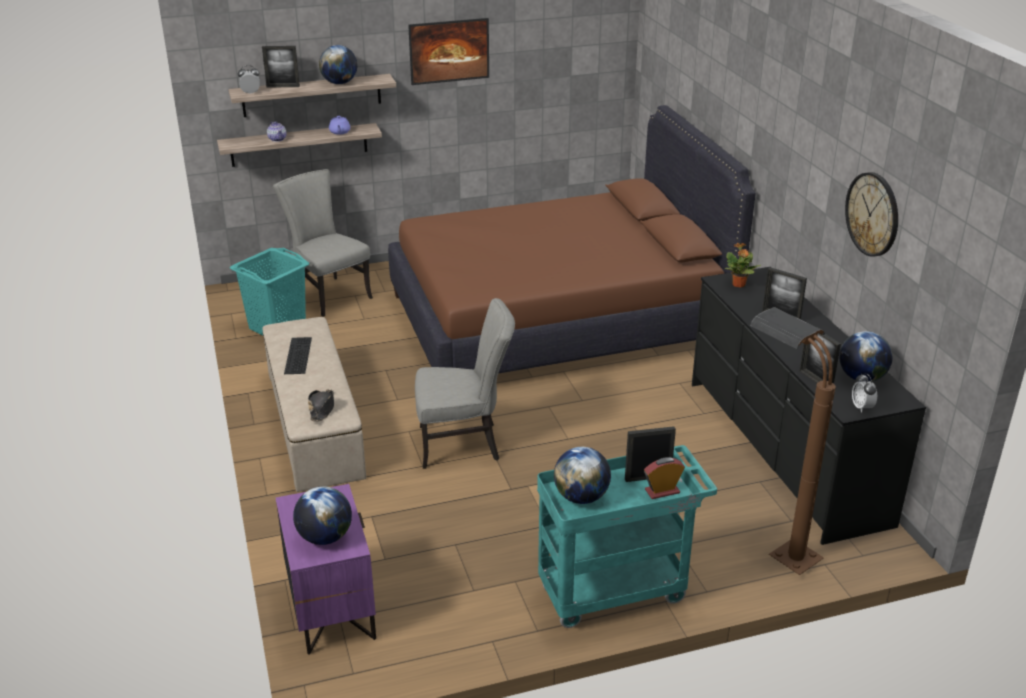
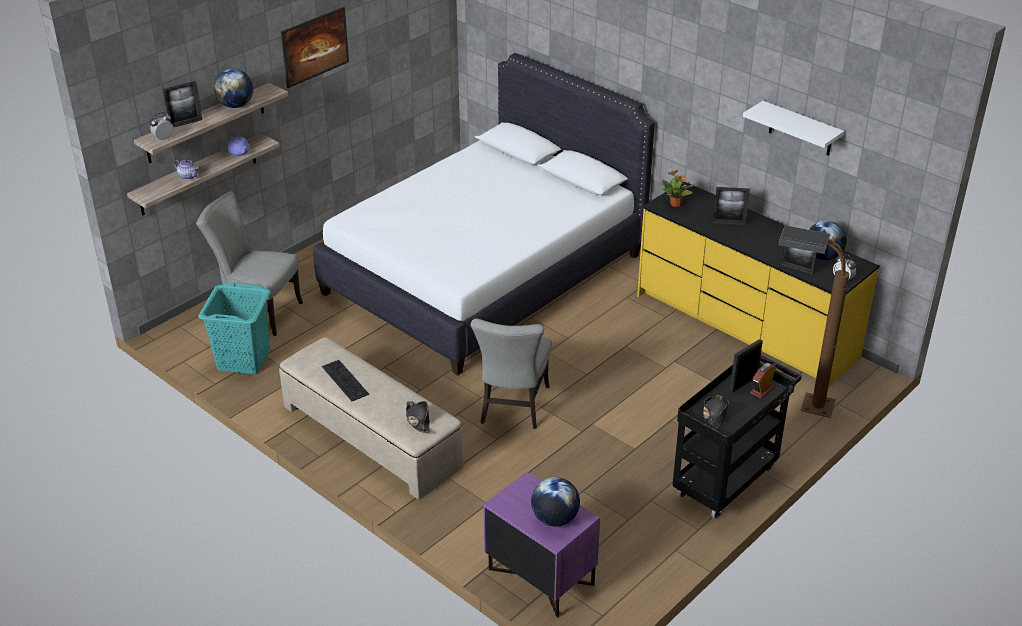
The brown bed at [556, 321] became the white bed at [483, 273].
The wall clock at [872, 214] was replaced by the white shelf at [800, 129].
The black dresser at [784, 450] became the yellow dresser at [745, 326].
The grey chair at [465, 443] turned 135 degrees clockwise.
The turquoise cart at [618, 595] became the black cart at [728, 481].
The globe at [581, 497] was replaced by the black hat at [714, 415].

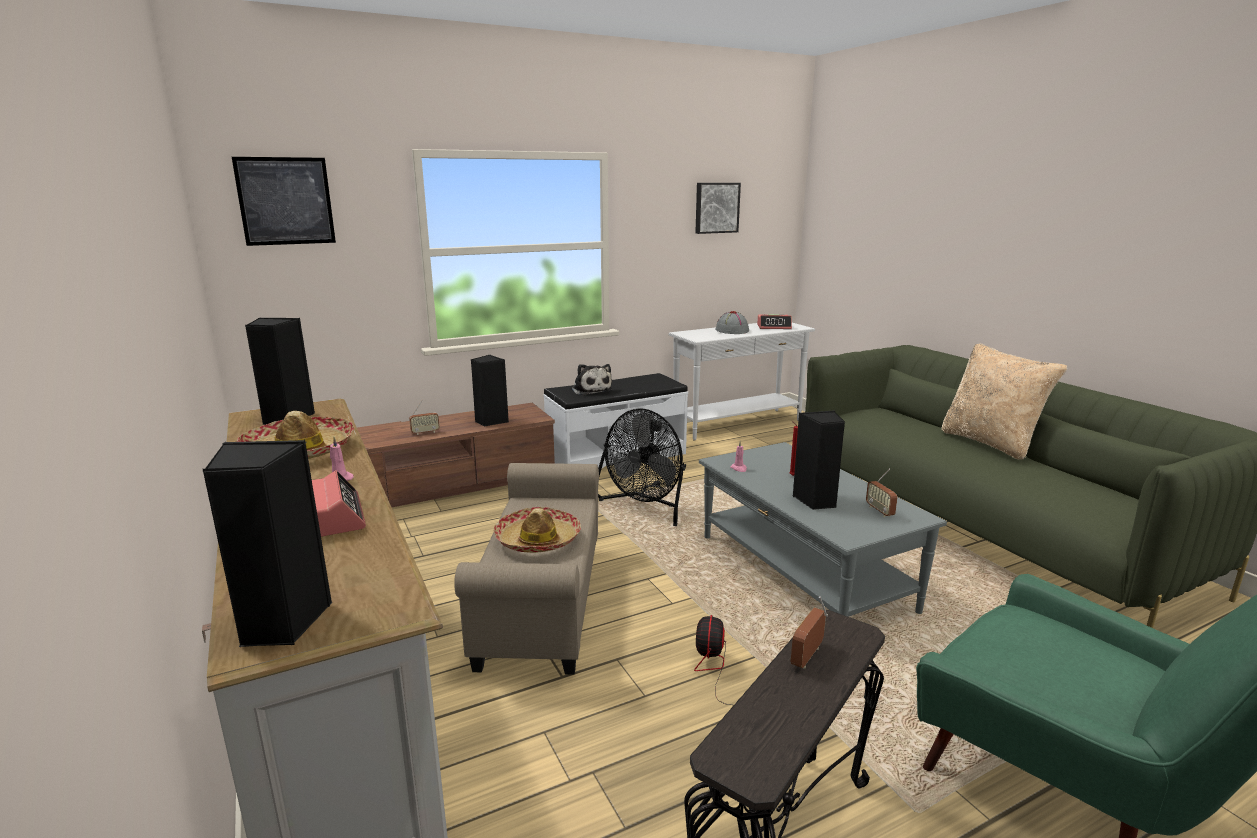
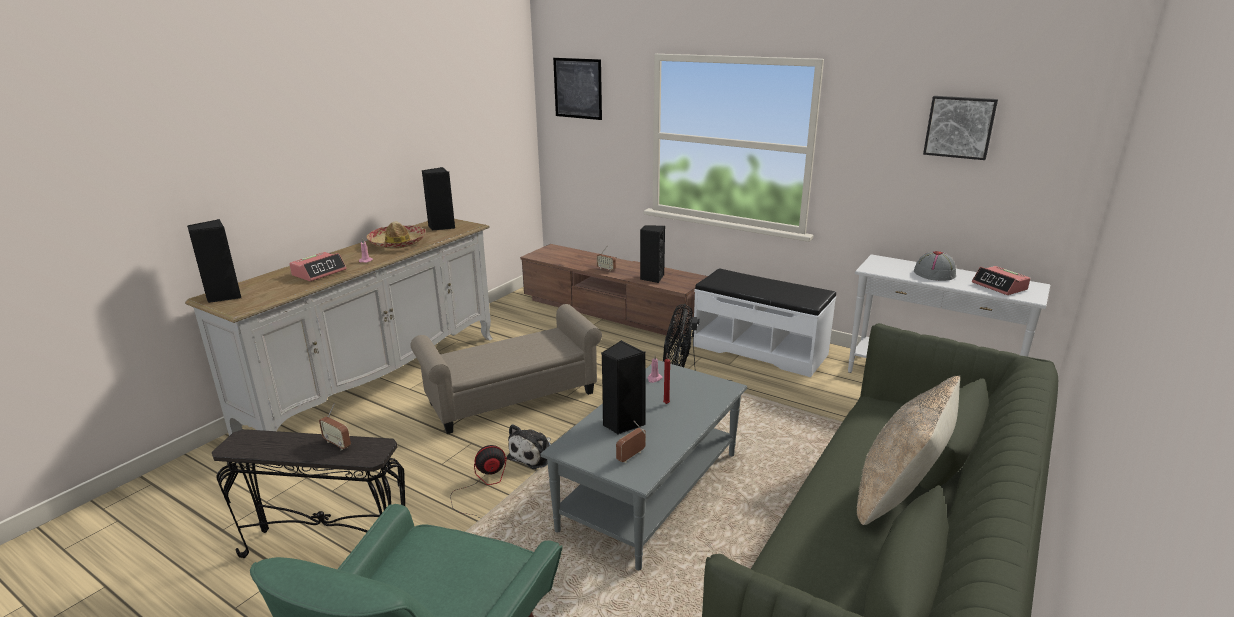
The plush toy moved from [590, 390] to [534, 455].
The hat at [538, 540] disappeared.
The radio at [807, 656] turned 150 degrees counterclockwise.

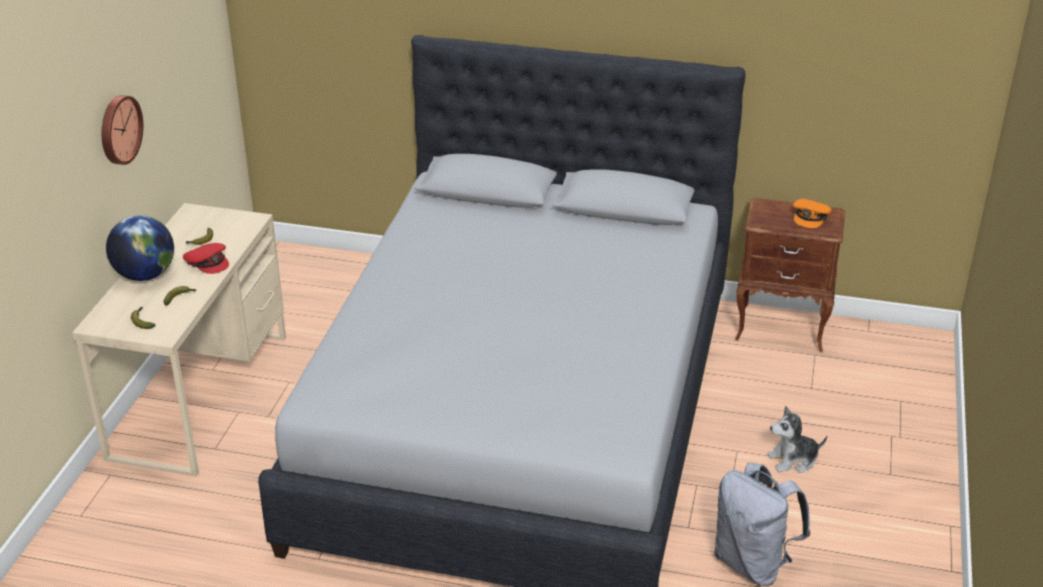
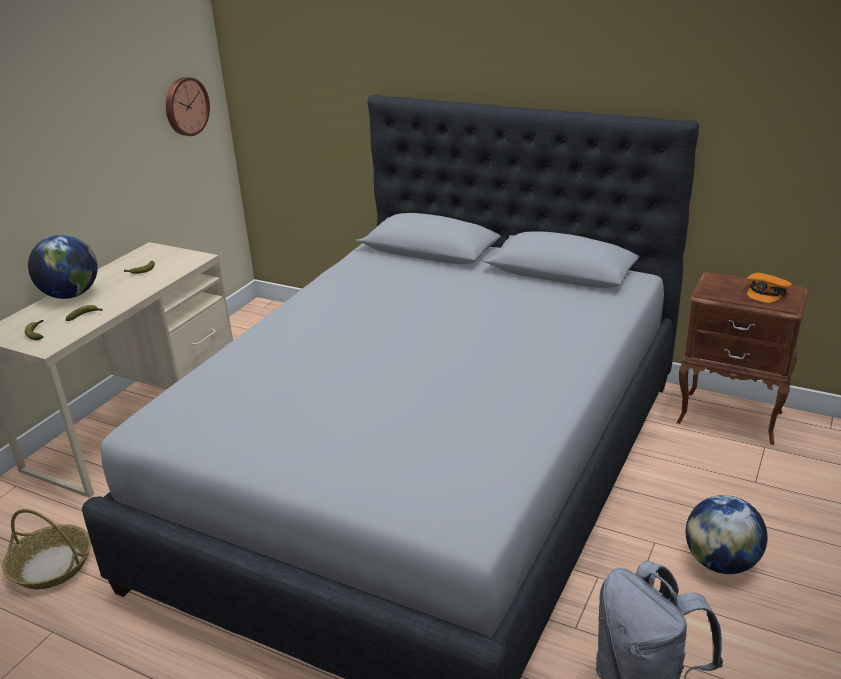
The wall clock moved from [118, 129] to [185, 106].
The red cap at [208, 262] disappeared.
The plush toy at [793, 460] was replaced by the globe at [720, 562].
The basket at [51, 566] appeared.

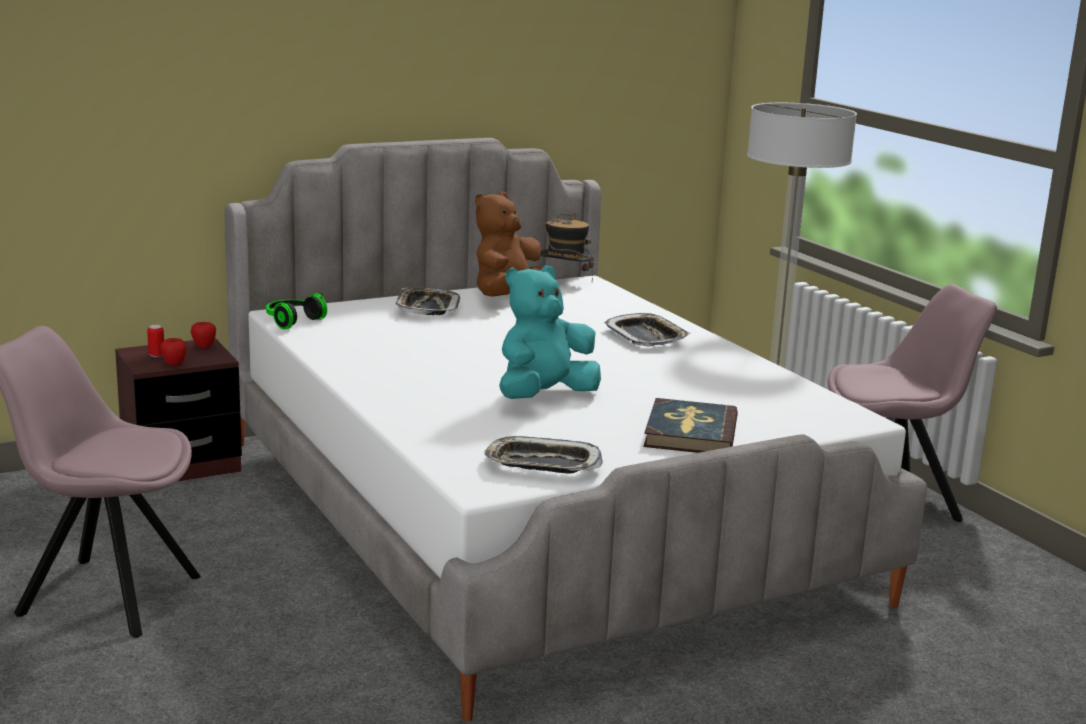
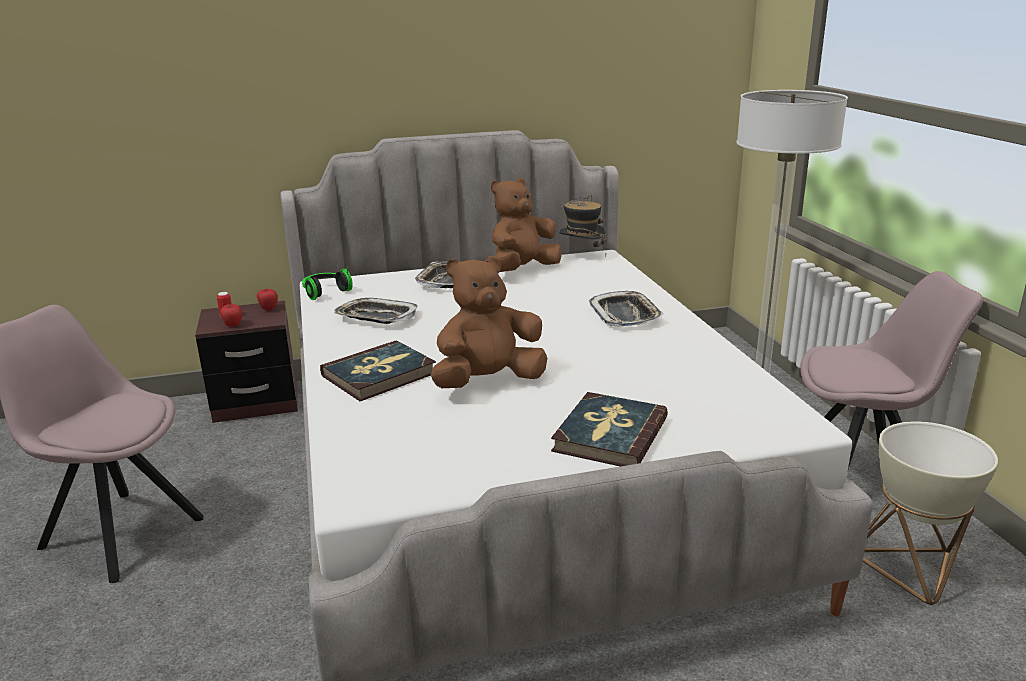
The turquoise plush toy at [544, 396] became the brown plush toy at [488, 381].
The tray moved from [542, 464] to [376, 317].
The book at [379, 375] appeared.
The planter at [909, 571] appeared.

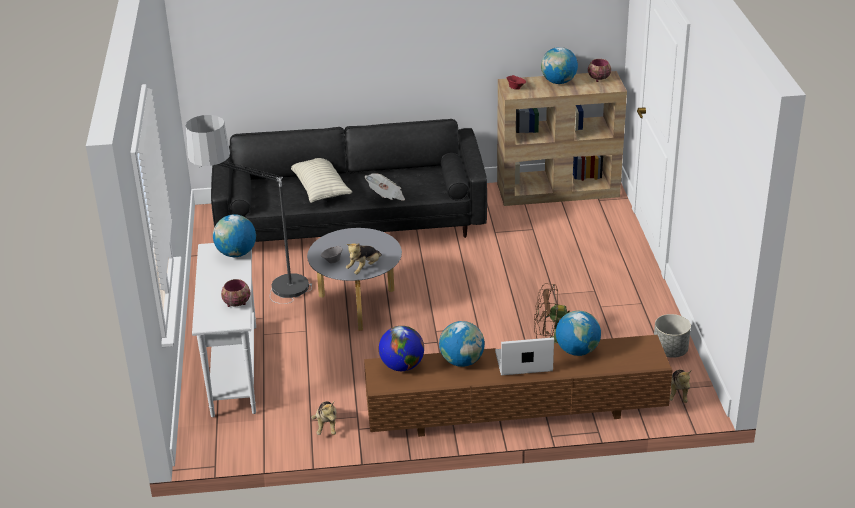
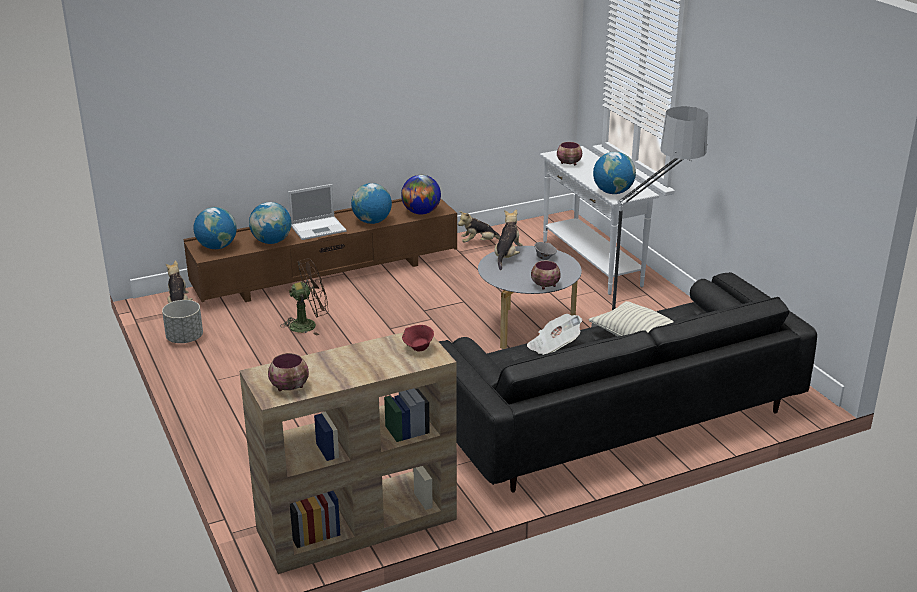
The globe moved from [558, 82] to [217, 247].
The plush toy at [326, 426] turned 75 degrees counterclockwise.
The bowl at [545, 286] appeared.

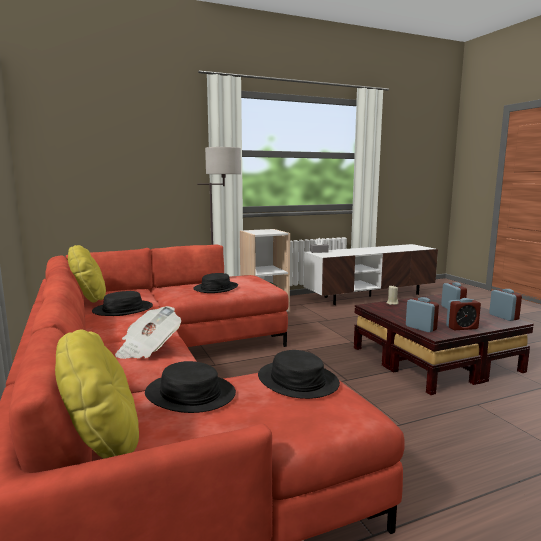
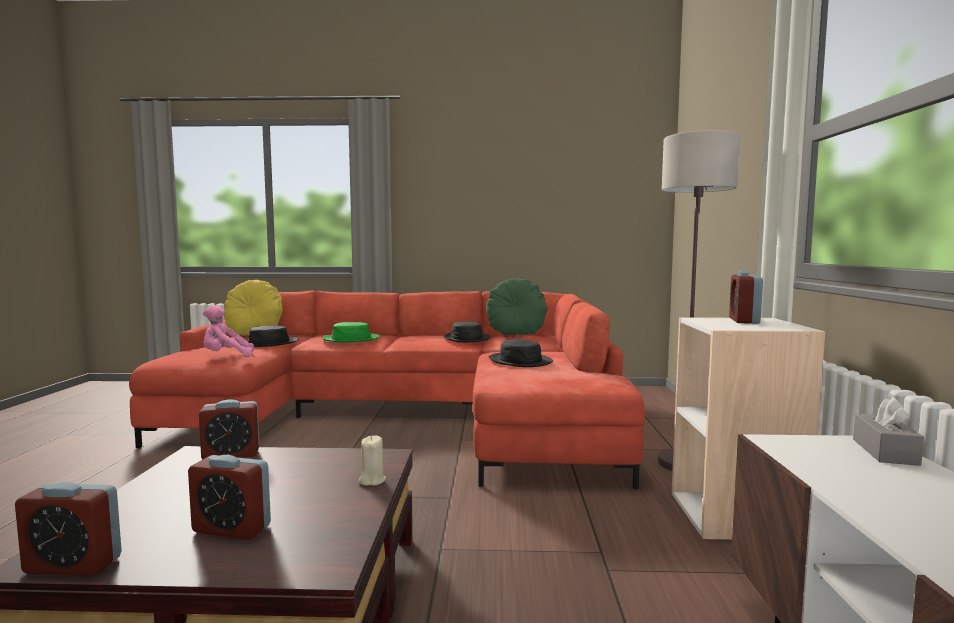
The yellow pillow at [89, 300] became the green pillow at [516, 334].
The alarm clock moved from [462, 328] to [744, 320].
The newspaper at [148, 349] was replaced by the green hat at [351, 339].
The black hat at [297, 381] was replaced by the pink plush toy at [226, 356].

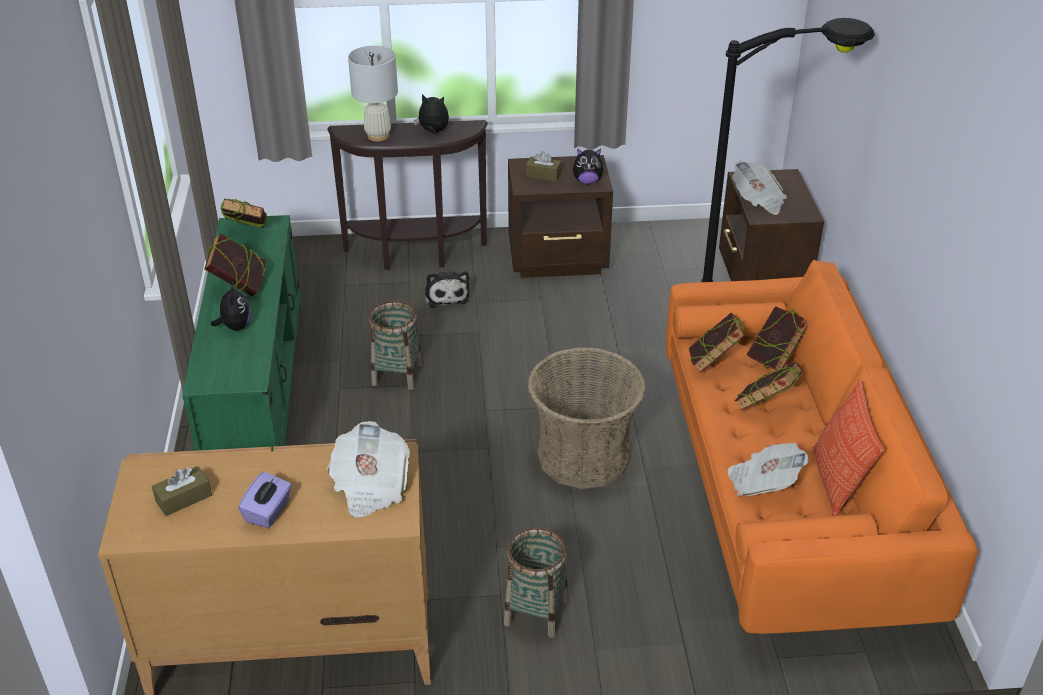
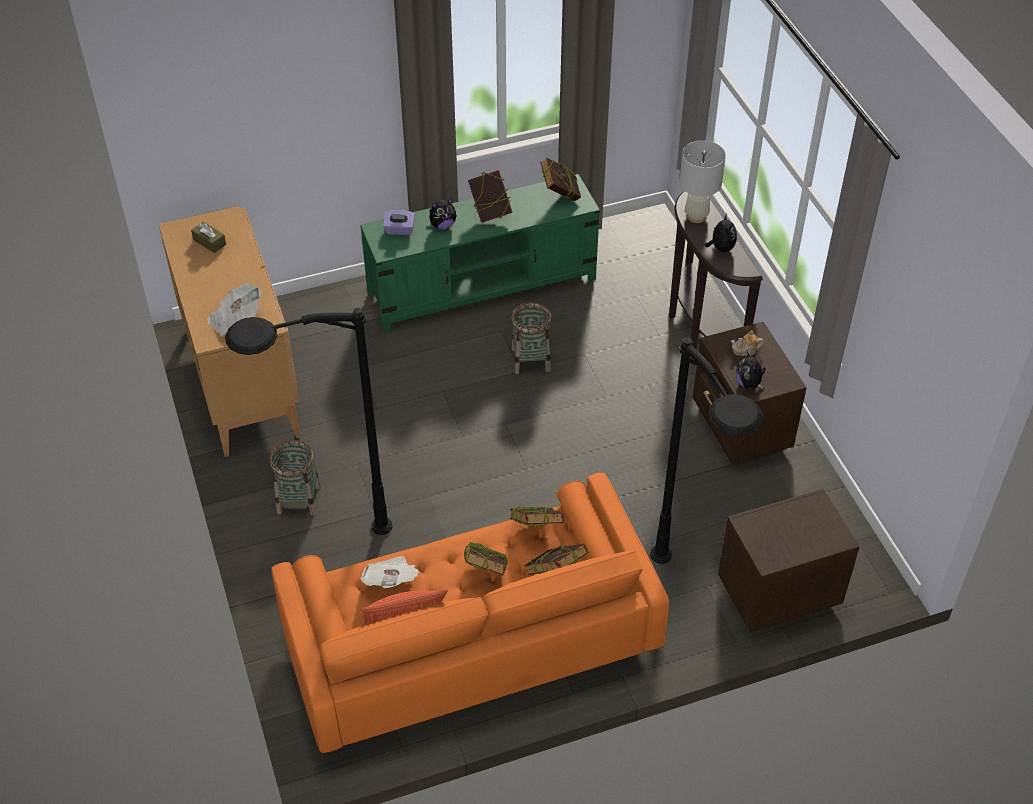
The brown tissue box at [543, 175] was replaced by the teapot at [745, 351].
The newspaper at [758, 201] disappeared.
The plush toy at [446, 295] disappeared.
The basket at [583, 456] disappeared.
The purple tissue box moved from [268, 512] to [399, 230].
The black floor lamp at [318, 547] appeared.

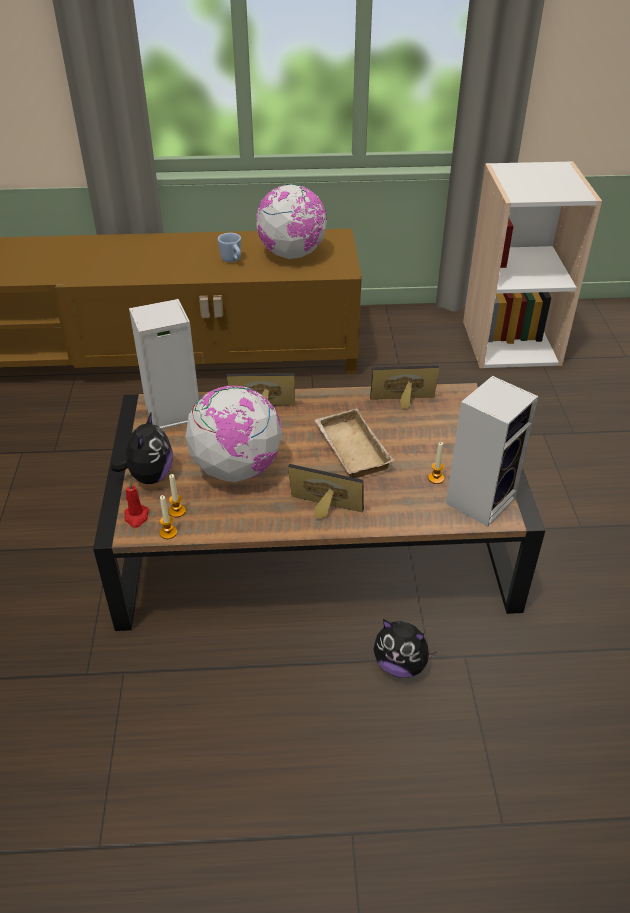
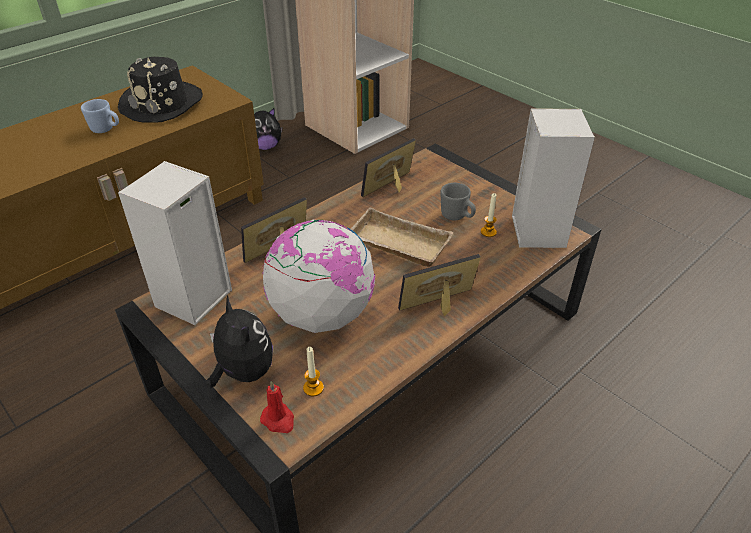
The globe at [292, 254] was replaced by the black hat at [162, 104].
The candle at [168, 533] disappeared.
The plush toy moved from [400, 665] to [265, 147].
The grey mug at [457, 217] appeared.

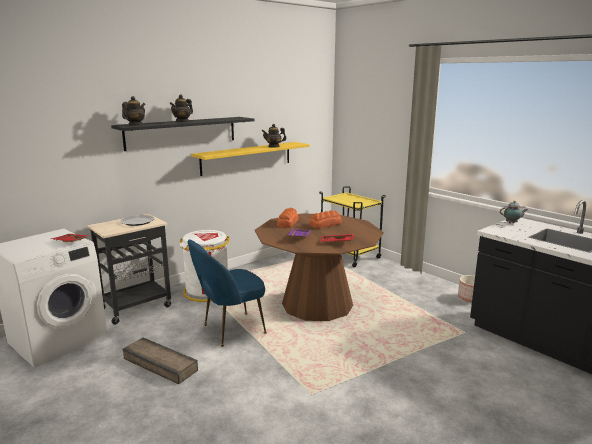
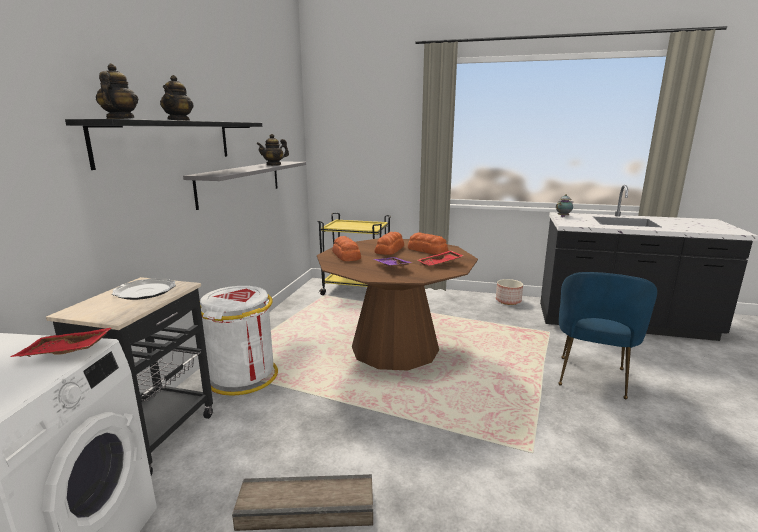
The yellow shelf at [247, 158] became the grey shelf at [241, 182].
The blue chair moved from [229, 330] to [591, 380].
The bread at [427, 250] appeared.

